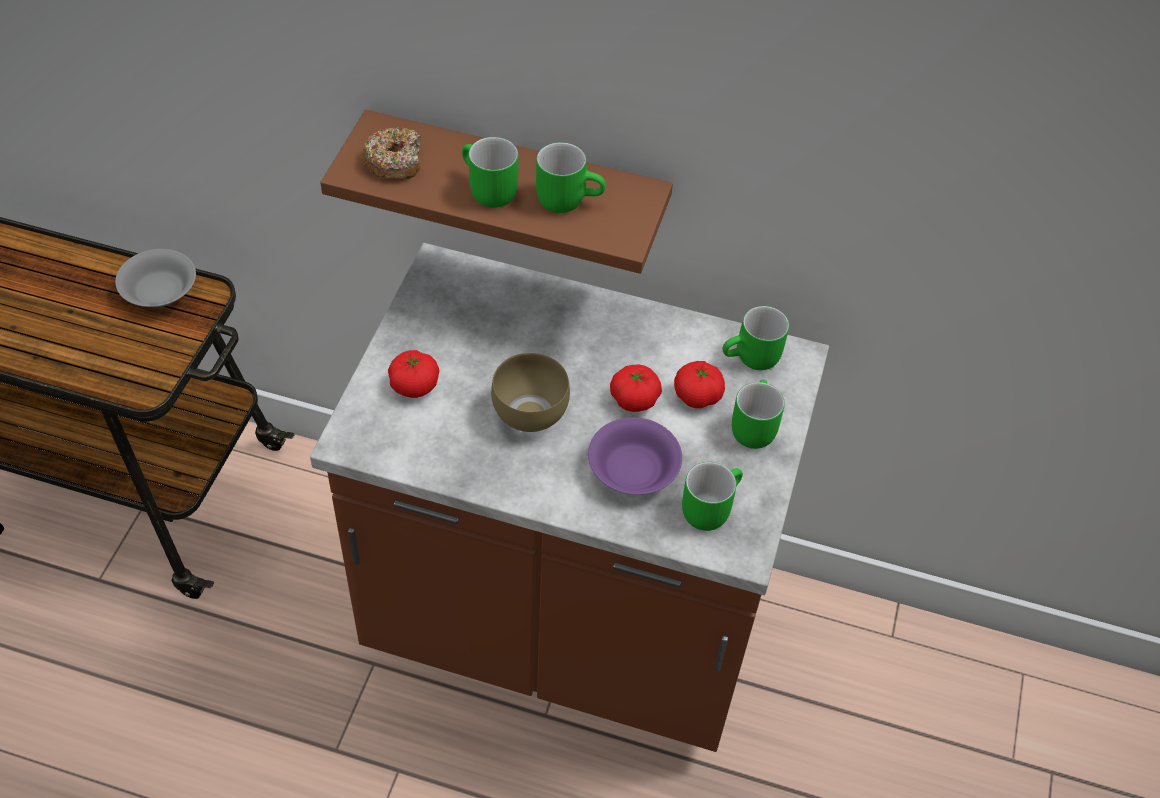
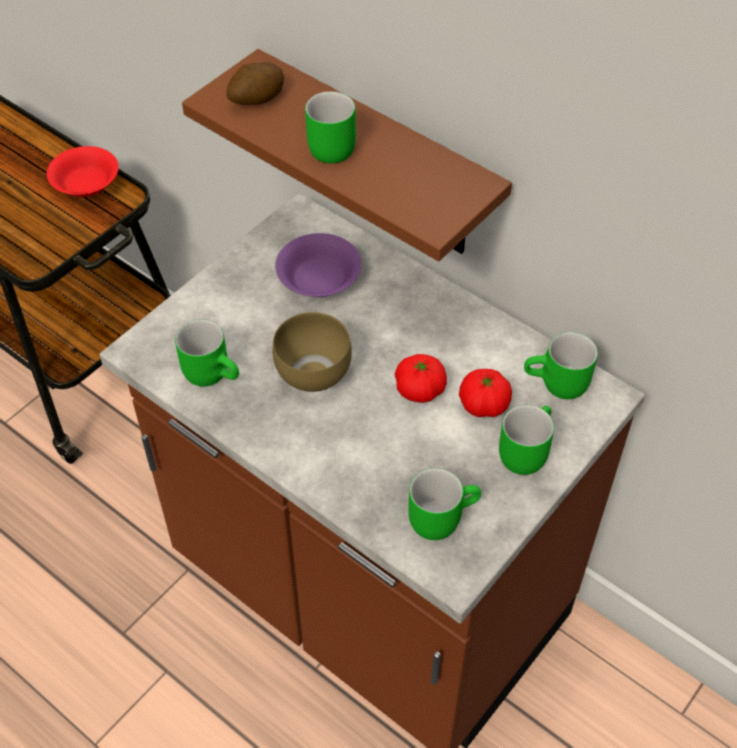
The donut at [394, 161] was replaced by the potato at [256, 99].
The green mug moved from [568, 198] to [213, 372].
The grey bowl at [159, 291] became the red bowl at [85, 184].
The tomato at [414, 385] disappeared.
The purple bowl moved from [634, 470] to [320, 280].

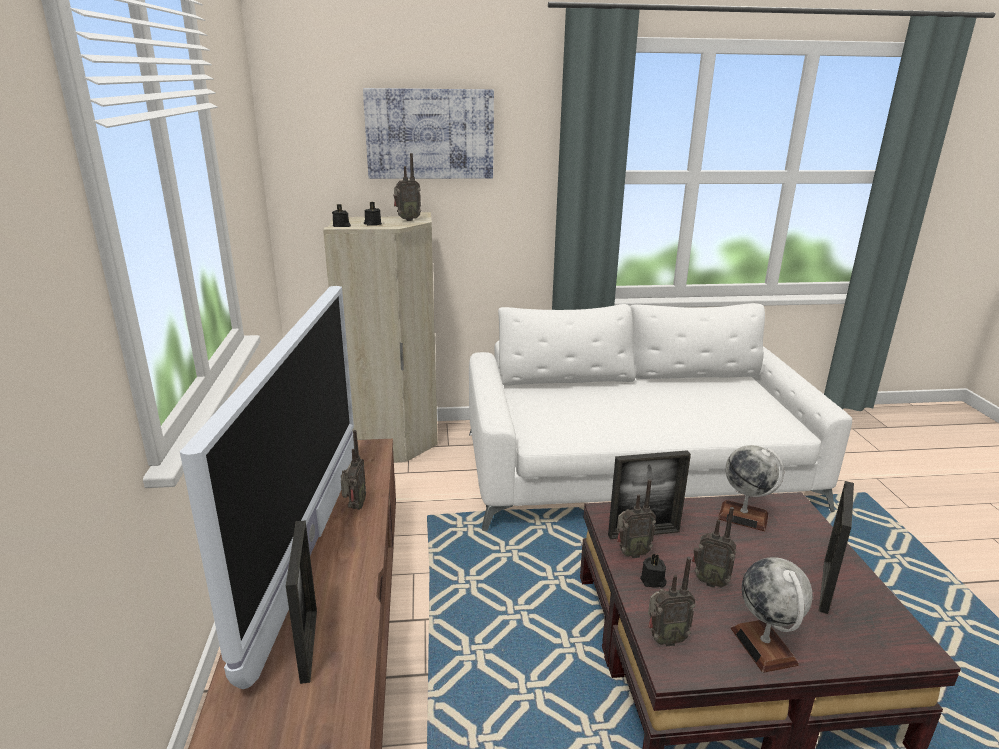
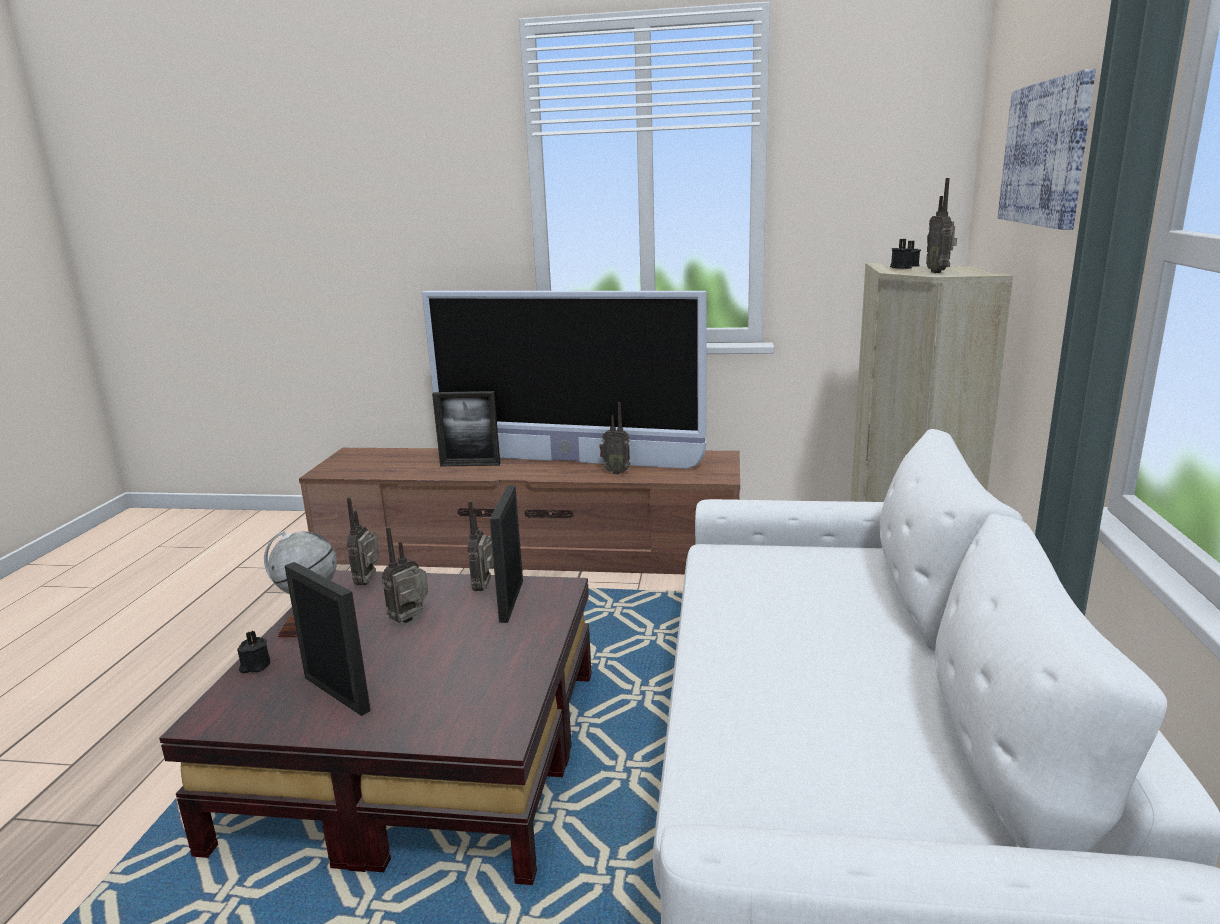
The globe at [743, 516] disappeared.
The black candle moved from [653, 581] to [255, 666].

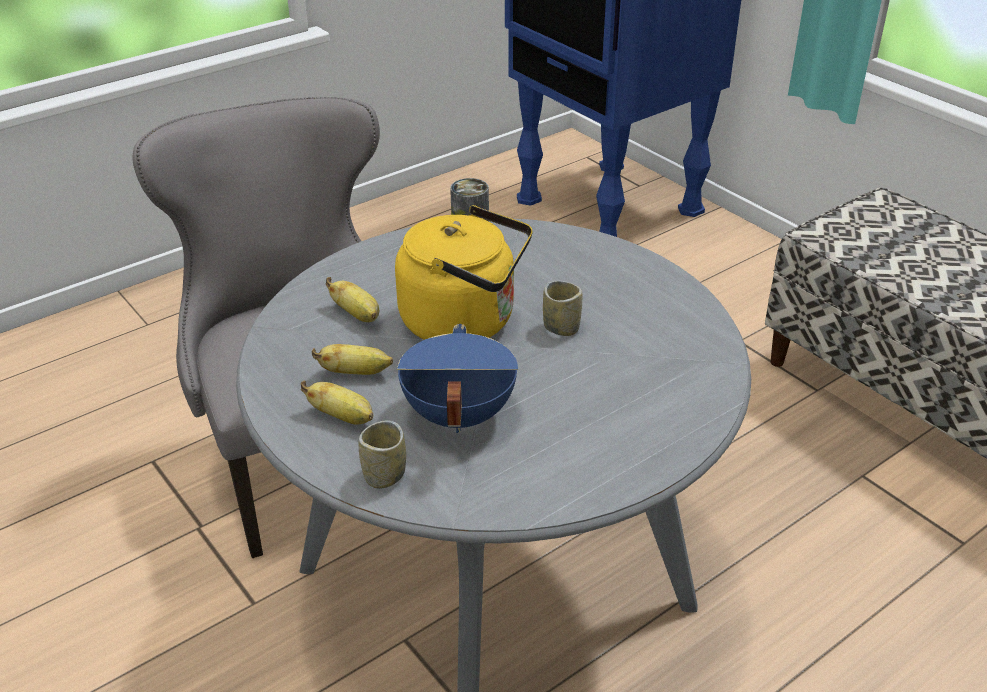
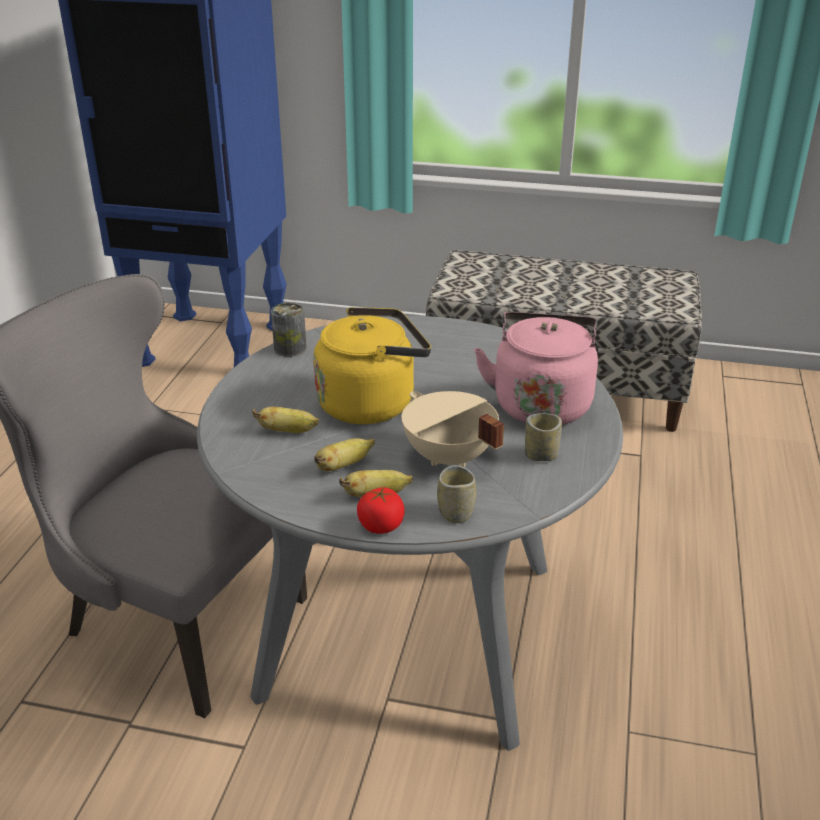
The cup moved from [561, 327] to [541, 455].
The blue cooking pot at [456, 415] became the beige cooking pot at [448, 458].
The pink kettle at [541, 403] appeared.
The tomato at [381, 526] appeared.

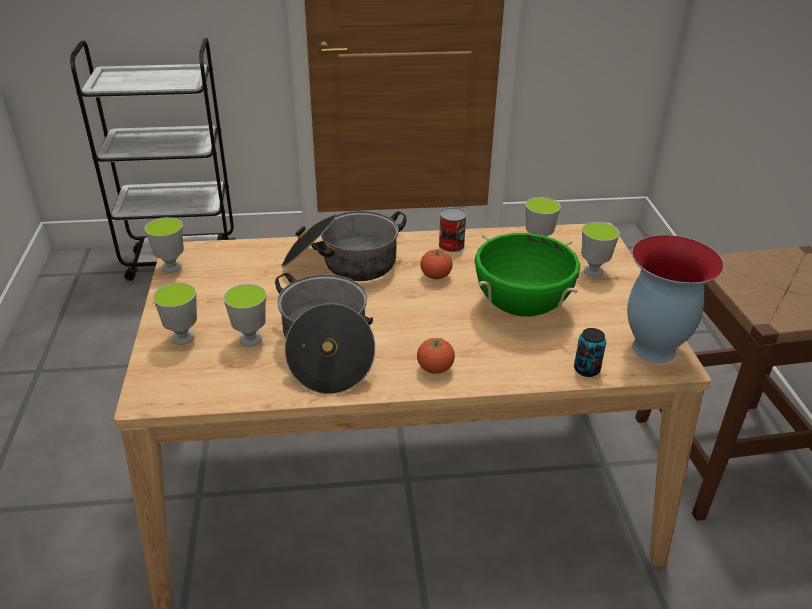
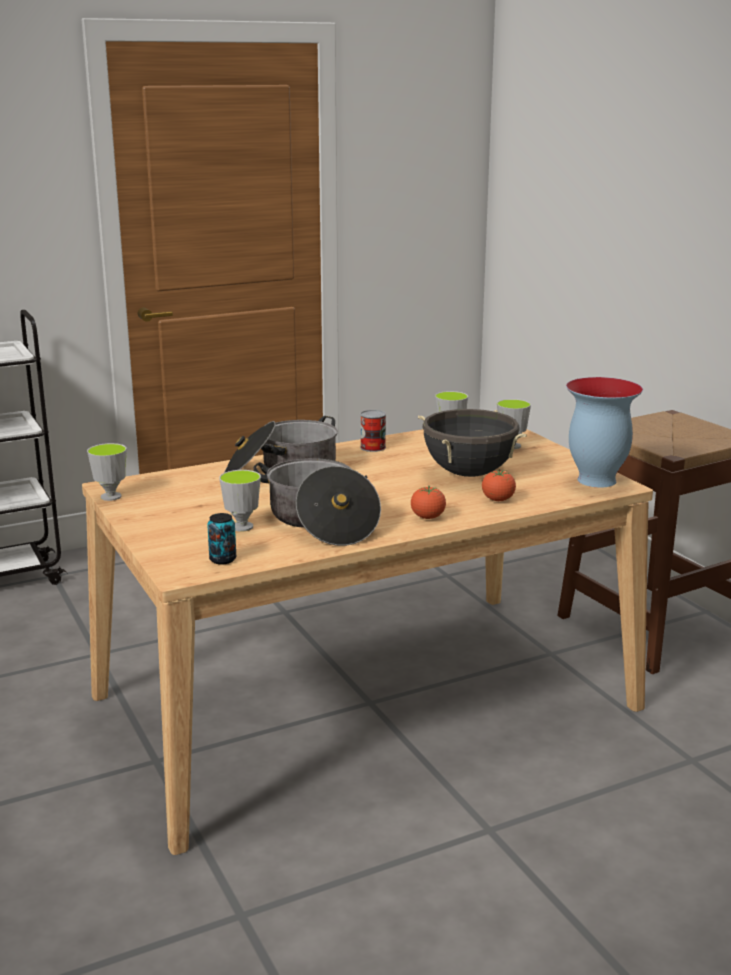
The green cooking pot at [521, 306] became the black cooking pot at [468, 473].
The tomato moved from [435, 276] to [498, 500].
The cup at [183, 338] disappeared.
The can moved from [586, 369] to [223, 559].

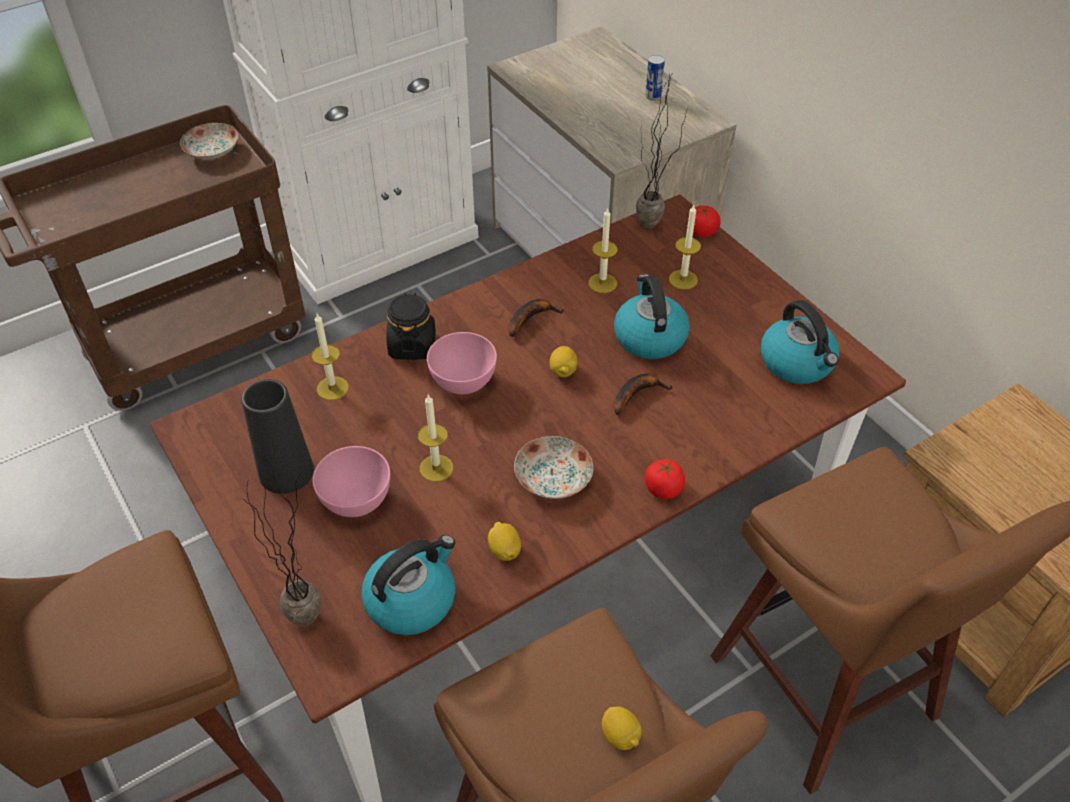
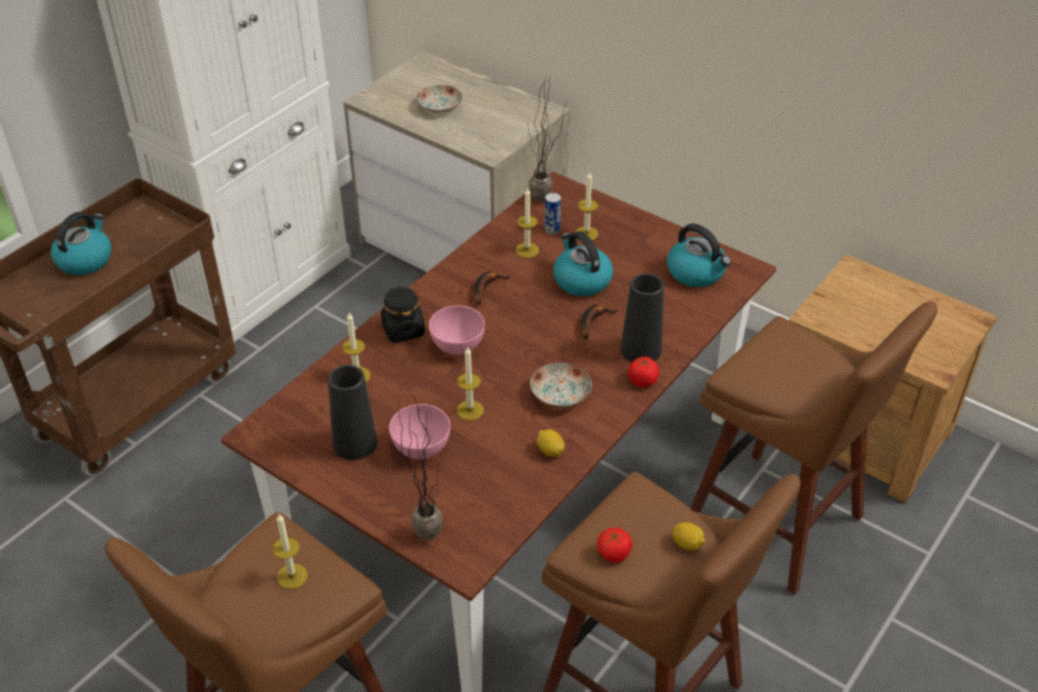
The can moved from [653, 96] to [552, 230].
The plate moved from [212, 150] to [439, 107].
The tomato moved from [702, 231] to [613, 553].
The lemon at [563, 371] disappeared.
The kettle moved from [412, 599] to [85, 260].
The black vase at [641, 349] appeared.
The candle at [292, 576] appeared.

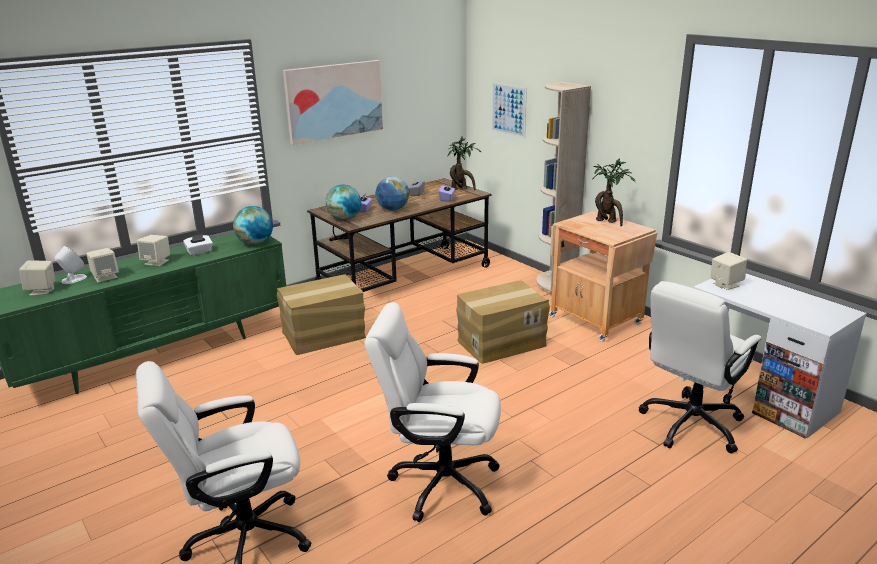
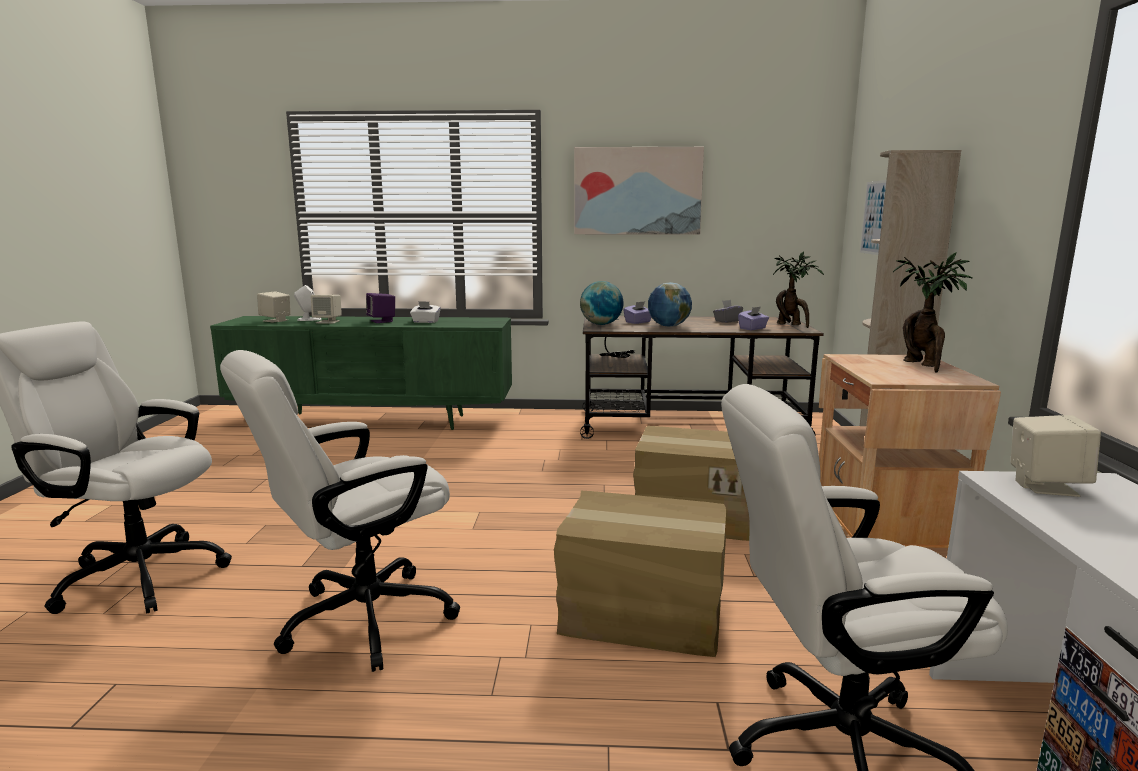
The globe at [255, 243] disappeared.
The beige speaker at [157, 262] became the purple speaker at [382, 321].
The cardboard box moved from [324, 336] to [641, 615].
The white office chair at [438, 484] turned 90 degrees counterclockwise.

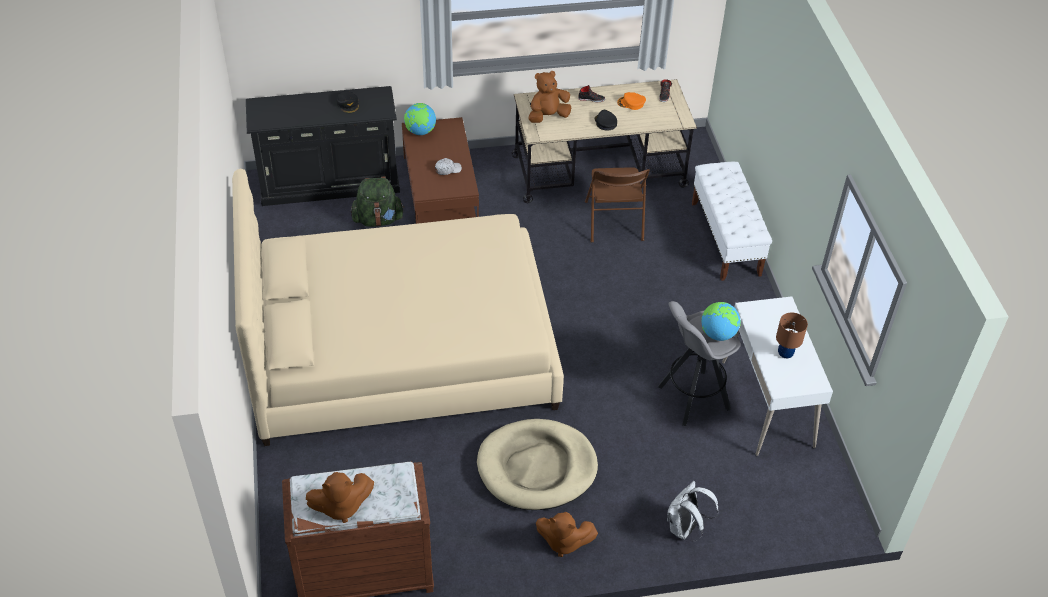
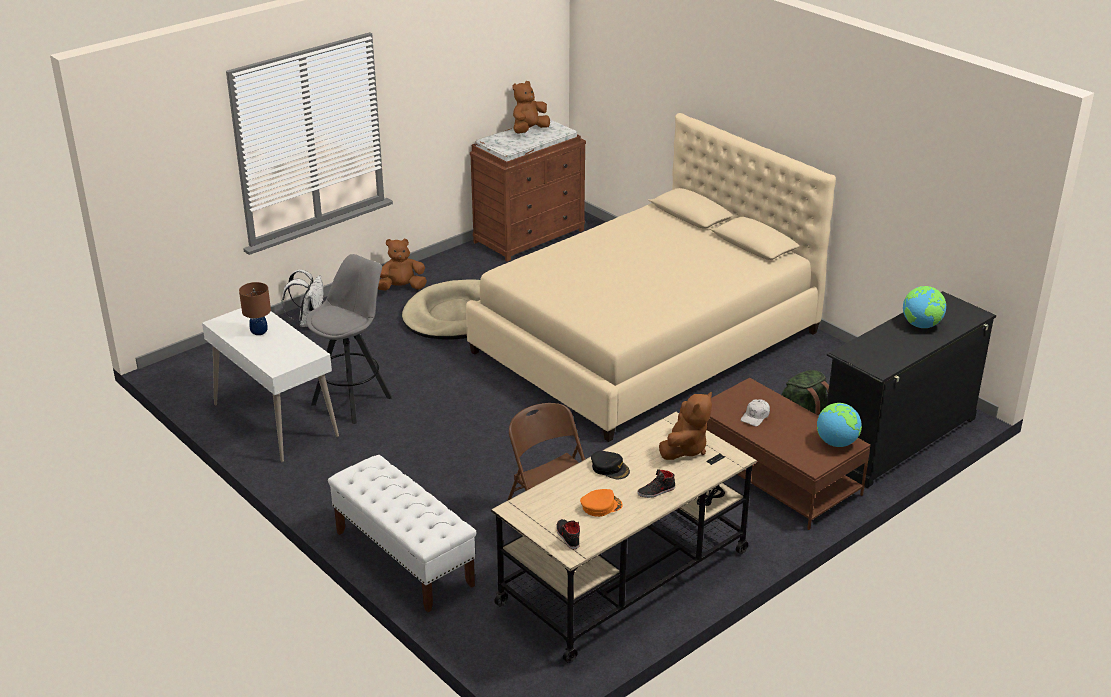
The black cap at [348, 104] disappeared.
The globe moved from [718, 334] to [921, 325].

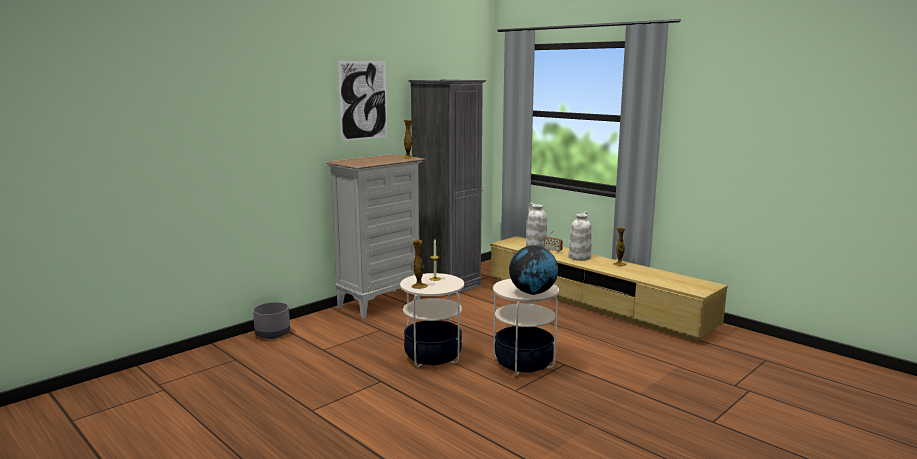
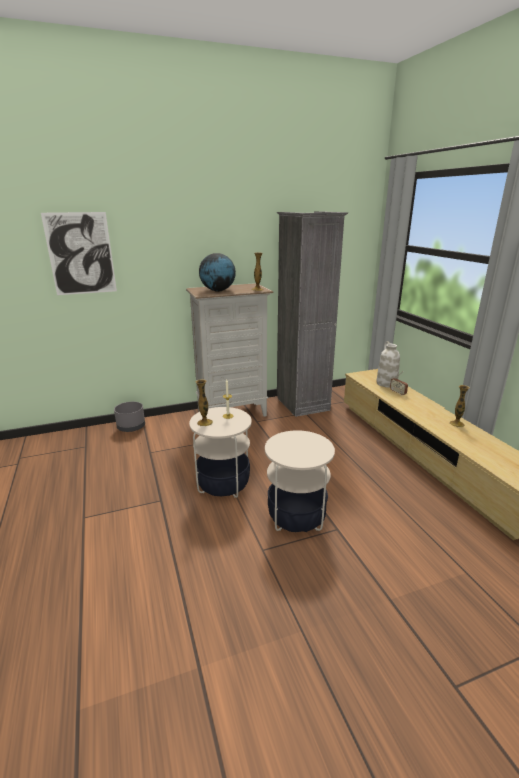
The picture moved from [363, 100] to [81, 254].
The white vase at [579, 257] disappeared.
The globe moved from [532, 293] to [218, 290].

